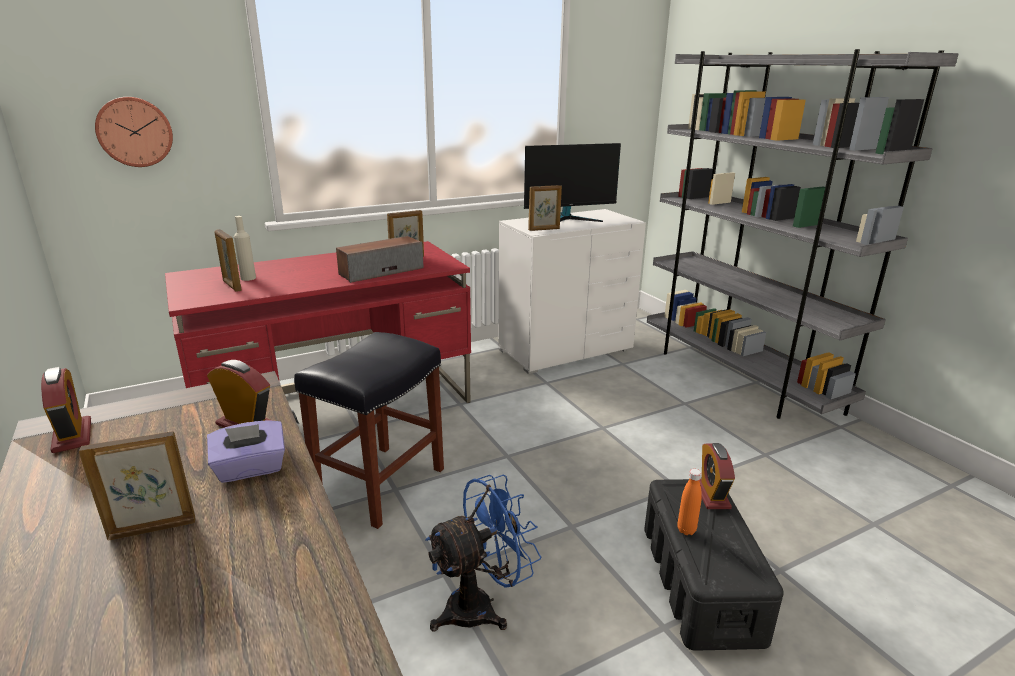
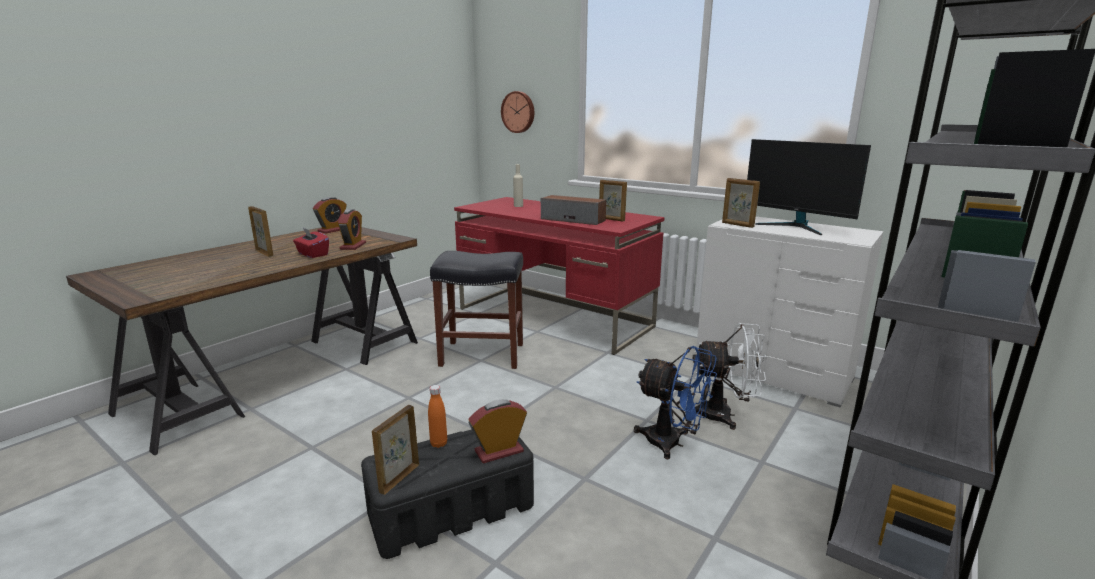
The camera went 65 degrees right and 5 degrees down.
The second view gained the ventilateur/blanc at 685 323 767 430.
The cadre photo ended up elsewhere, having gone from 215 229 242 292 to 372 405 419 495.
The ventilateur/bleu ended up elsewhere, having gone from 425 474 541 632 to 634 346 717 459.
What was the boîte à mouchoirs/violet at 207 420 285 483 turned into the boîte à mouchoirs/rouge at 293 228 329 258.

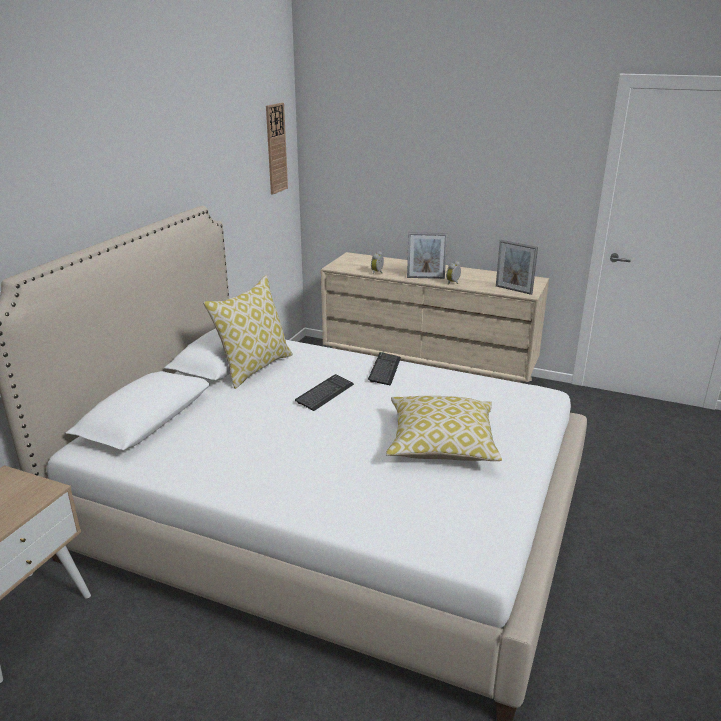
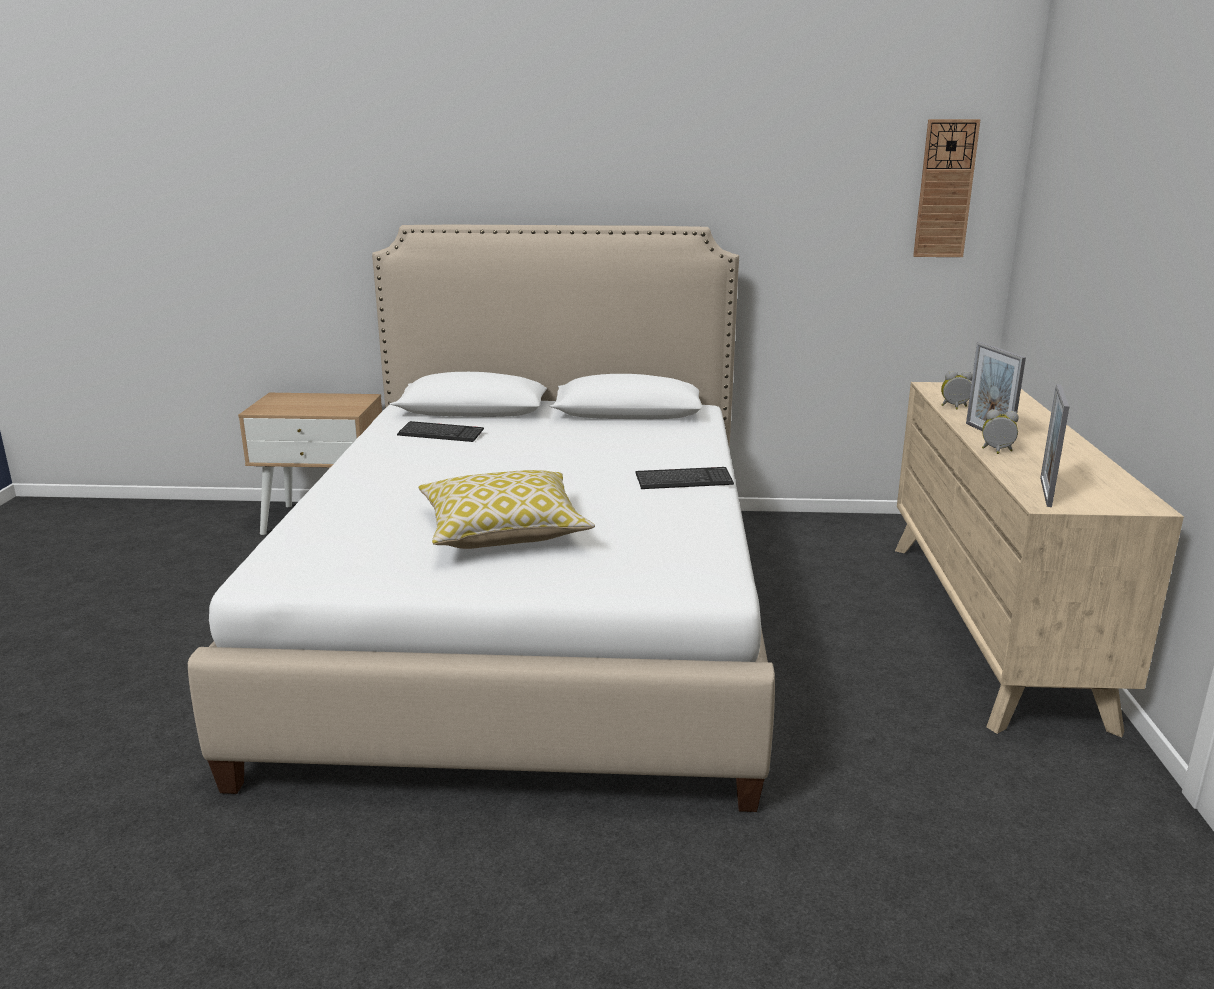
The camera went 70 degrees right and 5 degrees down.
The second view lost the coussin at 203 275 293 389.
The clavier ended up elsewhere, having gone from 295 374 354 411 to 397 421 484 442.

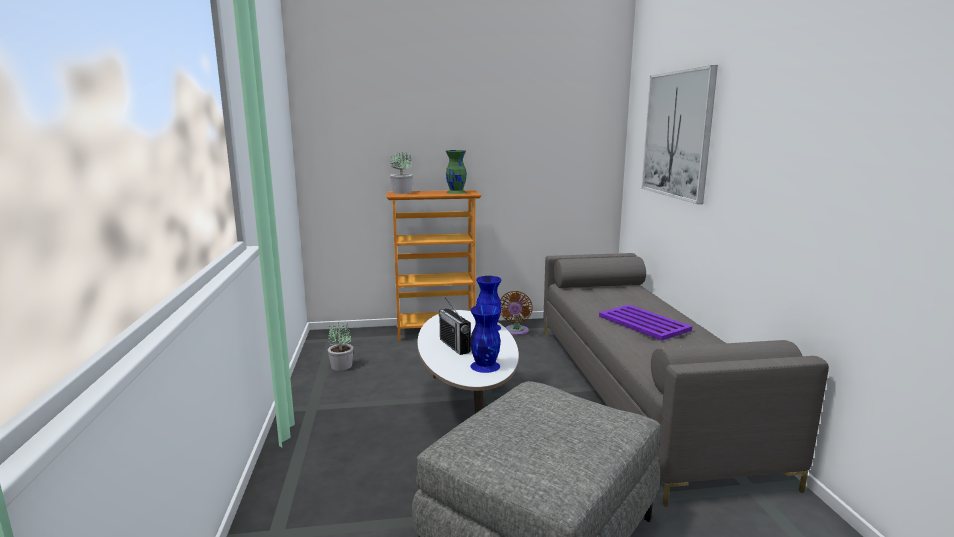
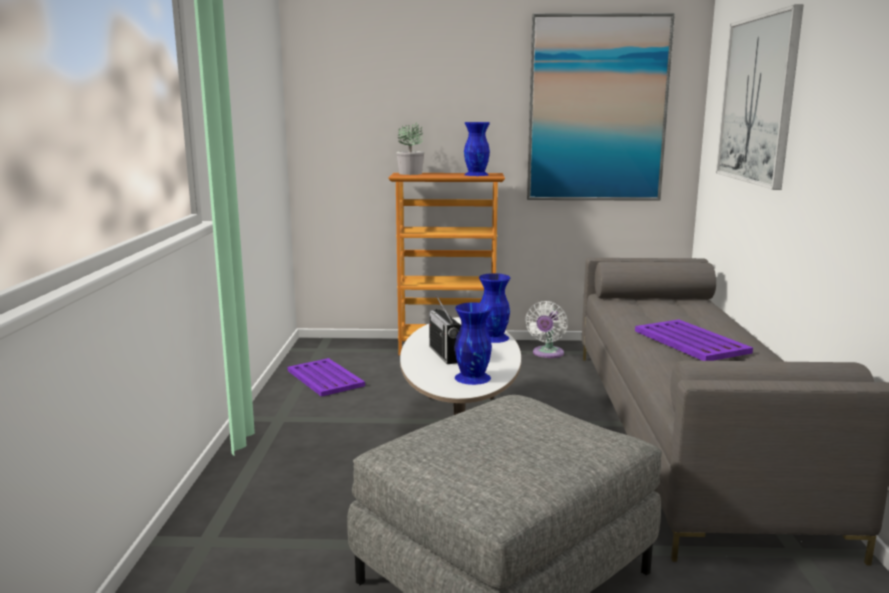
The camera went 10 degrees right and 0 degrees up.
The second view gained the tableau at 527 13 675 201.
Where the plante en pot stood at 328 322 353 371, the plateau/violet came to stand at 288 358 365 397.
What was the vase/vert at 446 150 467 194 turned into the vase/bleu at 464 122 490 176.
What was the ventilateur/marron at 501 291 533 335 turned into the ventilateur/blanc at 525 301 568 358.

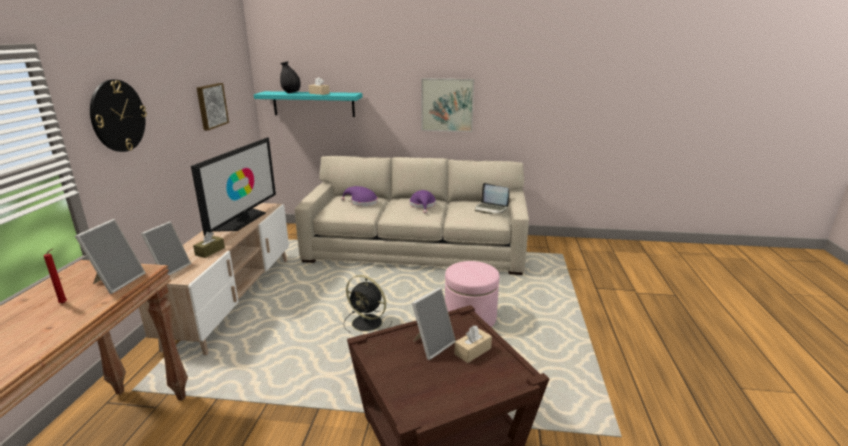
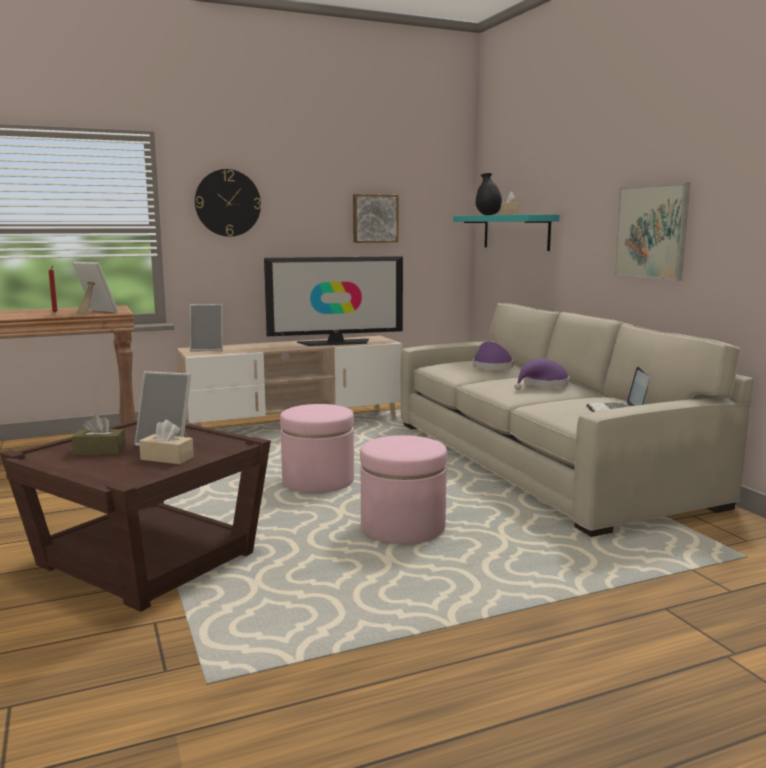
The camera went 60 degrees right and 10 degrees down.
The boîte à mouchoirs/marron ended up elsewhere, having gone from 193 232 225 258 to 72 415 126 455.
Where the ventilateur/noir stood at 343 275 392 333, the pouf/rose came to stand at 280 404 354 493.
The cadre photo at 75 219 146 294 ended up facing another way, 135 degrees counterclockwise from before.

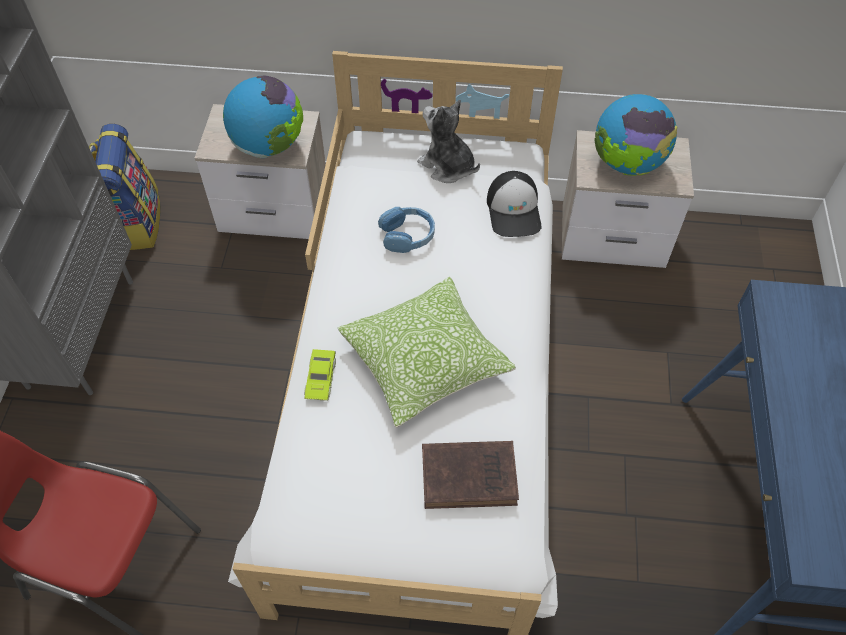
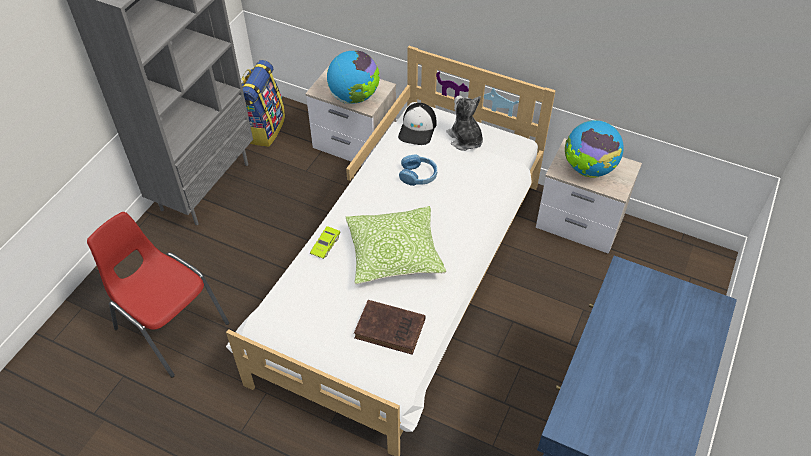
The camera went 20 degrees right and 5 degrees down.
The casquette ended up elsewhere, having gone from 487 171 542 237 to 398 103 437 145.

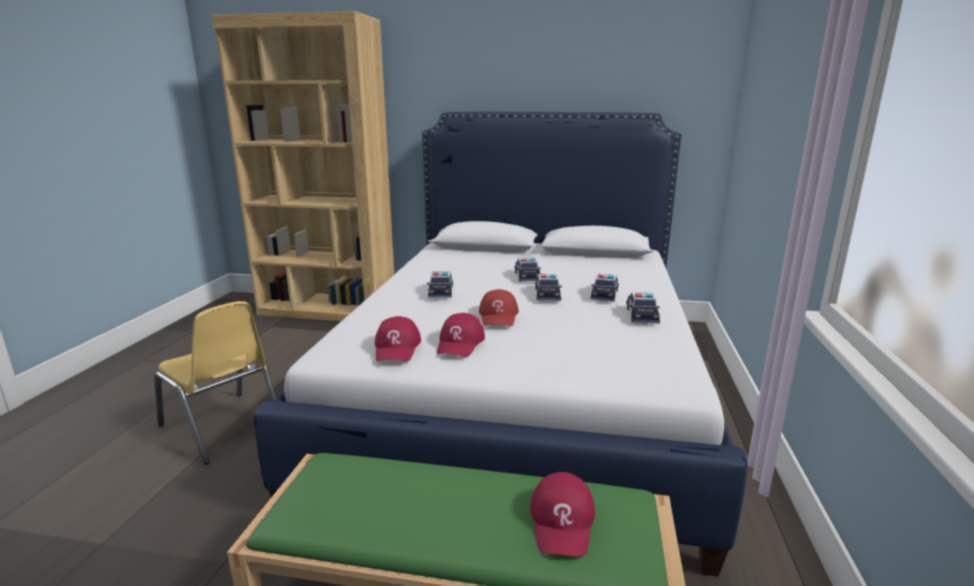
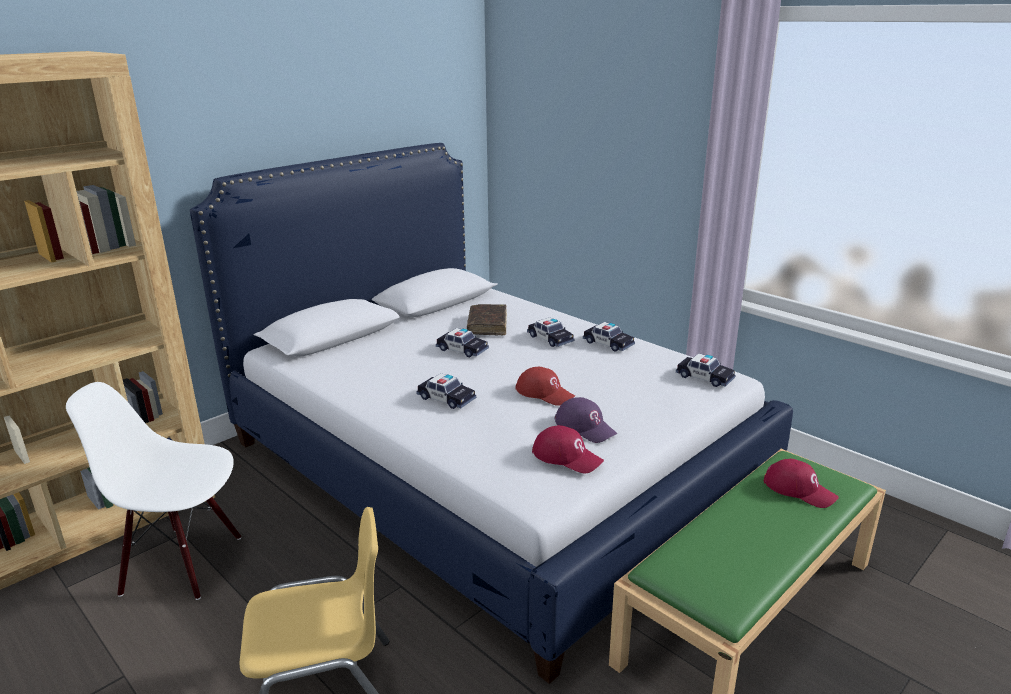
The camera went 55 degrees left and 5 degrees up.
The second view gained the chaise/blanc at 66 382 241 600.
The second view gained the livre/marron at 467 304 507 335.
The petite voiture ended up elsewhere, having gone from 535 274 562 301 to 676 353 735 387.
What was the casquette/rouge at 437 313 485 357 turned into the casquette/violet at 554 397 617 443.

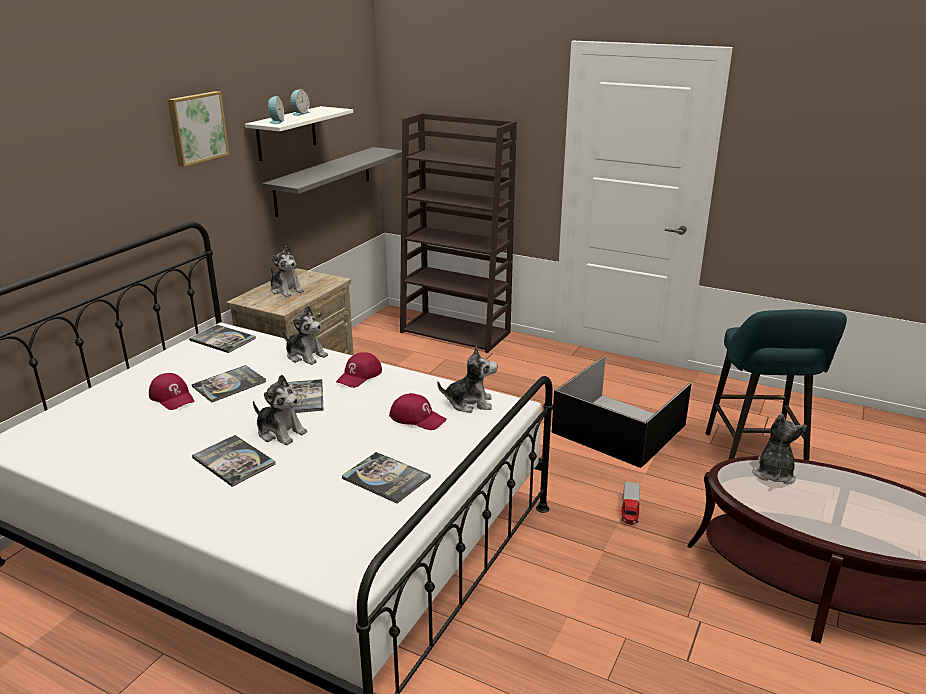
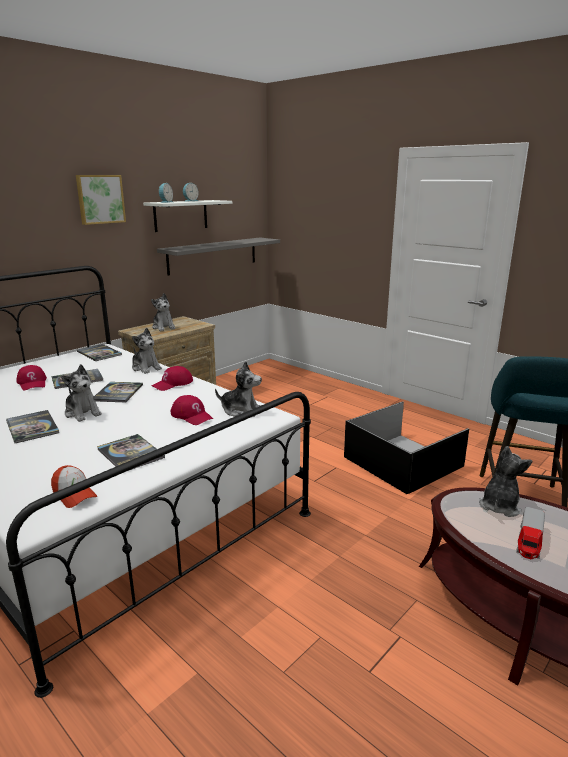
The camera went 15 degrees right and 5 degrees down.
The second view lost the bibliothèque/marron at 400 113 517 353.
The second view gained the casquette at 51 465 97 508.
The camion jouet ended up elsewhere, having gone from 621 482 640 525 to 516 507 545 559.

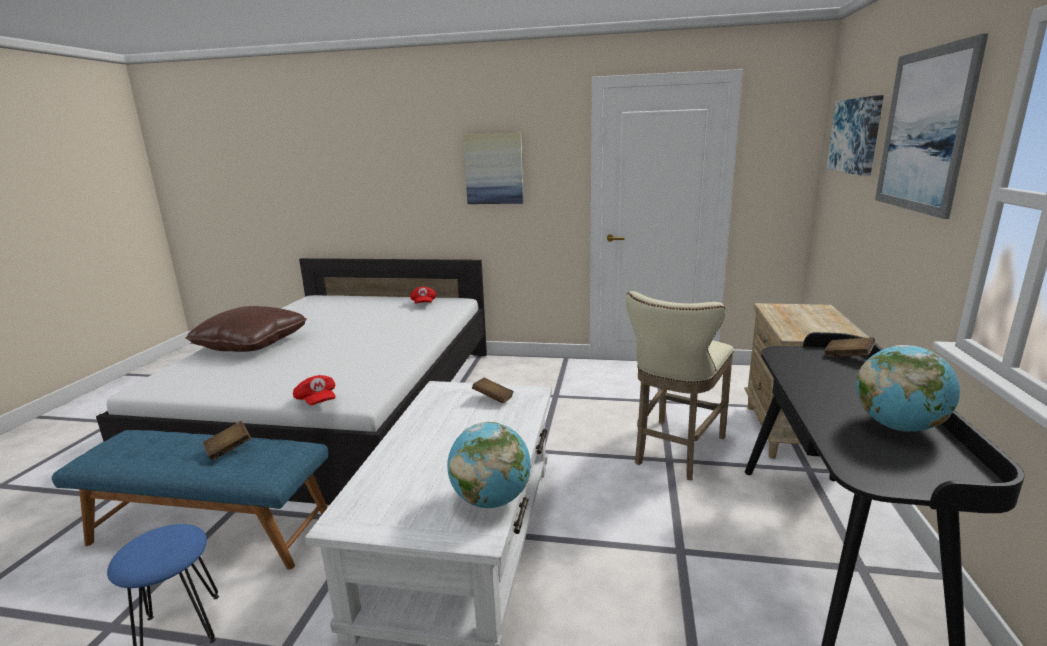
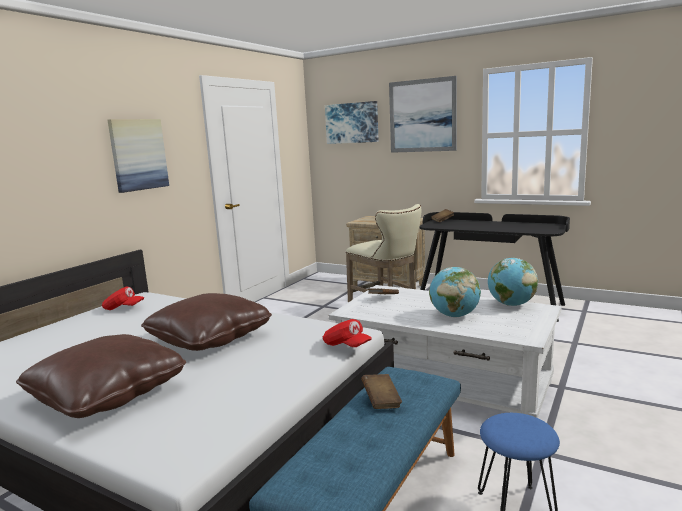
The camera went 70 degrees left and 5 degrees down.
The second view gained the coussin/marron at 141 293 272 351.
The globe ended up elsewhere, having gone from 856 345 960 432 to 429 267 481 317.
The casquette/rouge at 293 375 336 405 ended up facing another way, 60 degrees clockwise from before.

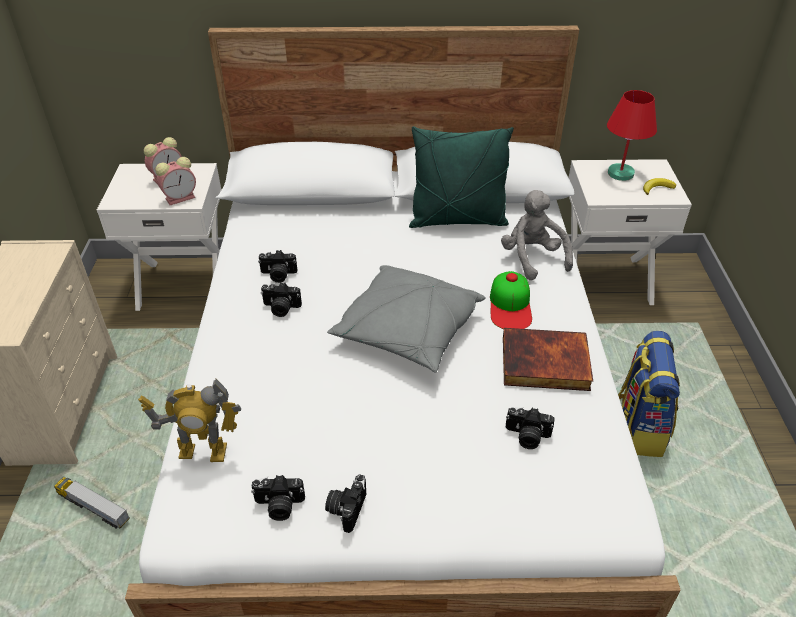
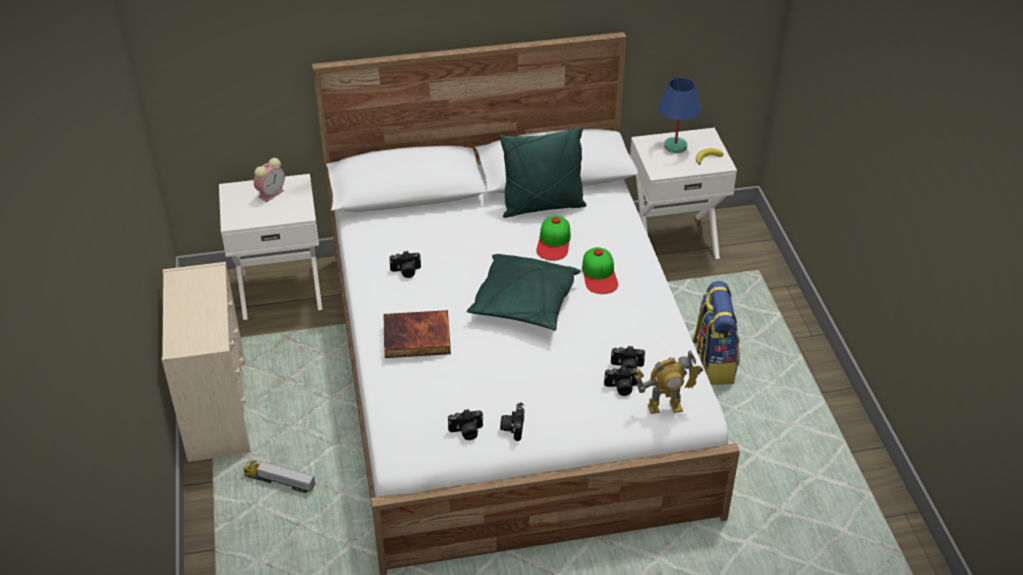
The camera went 10 degrees left and 0 degrees up.
The second view lost the réveil at 155 157 196 205.
The second view lost the peluche/gris at 501 190 573 281.
The second view gained the casquette at 536 216 571 261.
The robot jouet ended up elsewhere, having gone from 138 379 241 462 to 634 350 703 414.
The appareil photo ended up elsewhere, having gone from 261 282 302 317 to 604 366 638 396.
The livre ended up elsewhere, having gone from 503 328 593 391 to 384 310 451 358.
What was the coussin/gris at 327 265 486 372 turned into the coussin/vert at 467 254 581 331.
What was the lampe de table/rouge at 607 90 657 181 turned into the lampe de table/bleu at 658 78 701 153.

